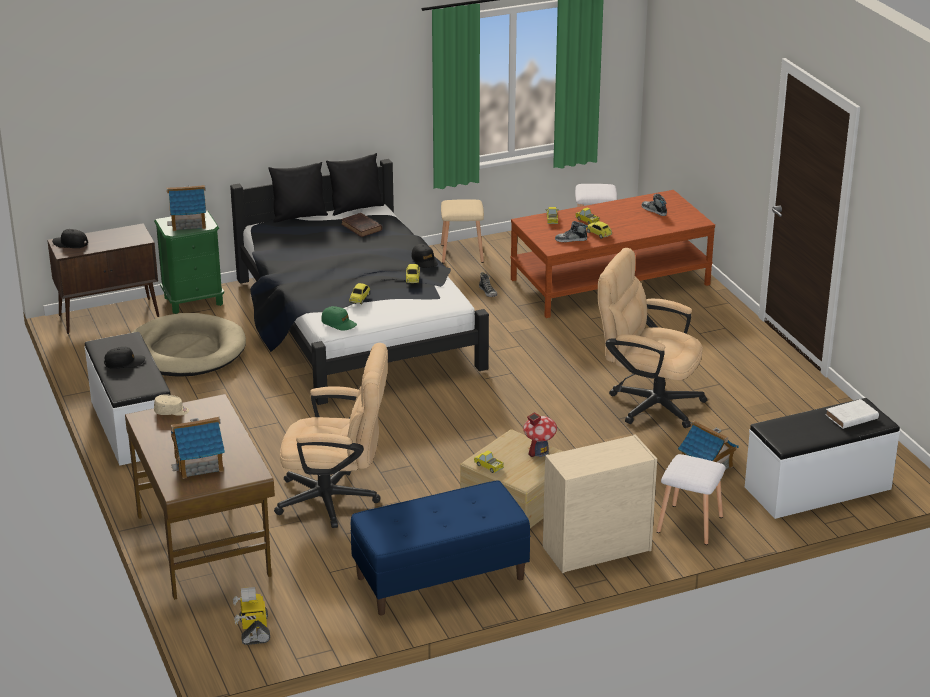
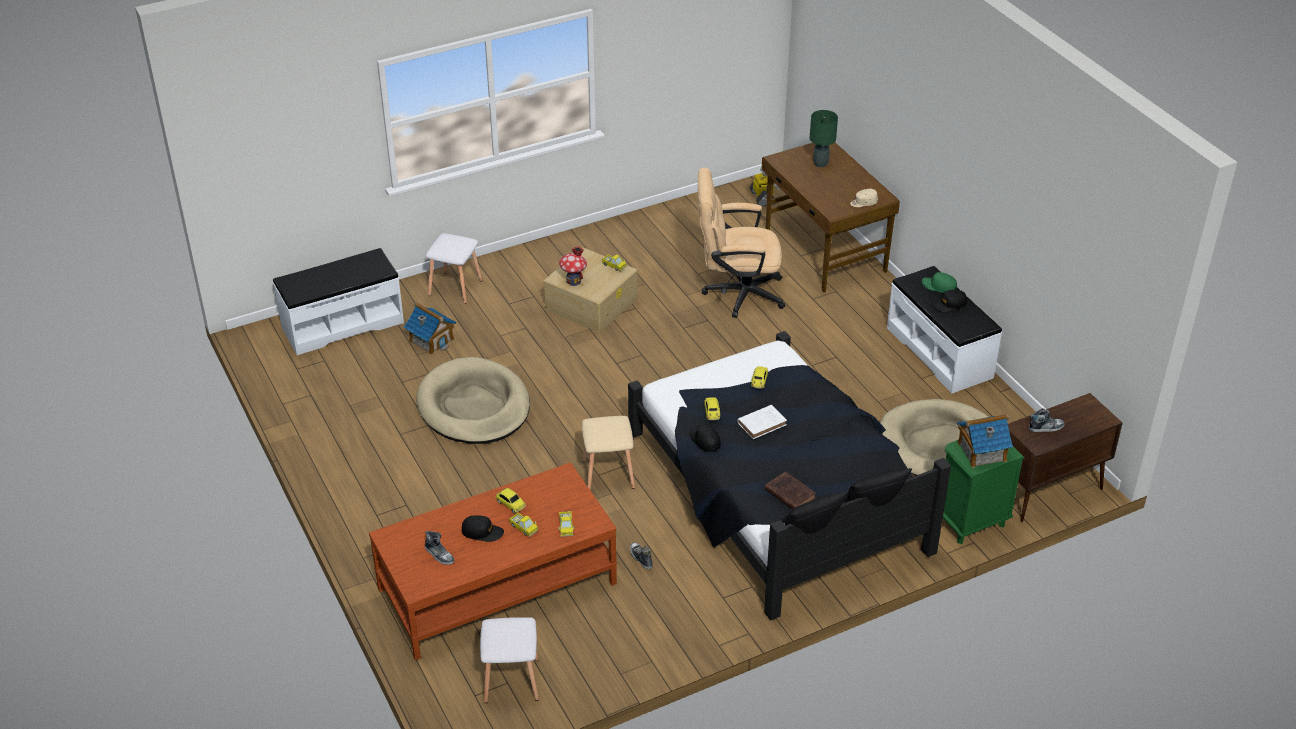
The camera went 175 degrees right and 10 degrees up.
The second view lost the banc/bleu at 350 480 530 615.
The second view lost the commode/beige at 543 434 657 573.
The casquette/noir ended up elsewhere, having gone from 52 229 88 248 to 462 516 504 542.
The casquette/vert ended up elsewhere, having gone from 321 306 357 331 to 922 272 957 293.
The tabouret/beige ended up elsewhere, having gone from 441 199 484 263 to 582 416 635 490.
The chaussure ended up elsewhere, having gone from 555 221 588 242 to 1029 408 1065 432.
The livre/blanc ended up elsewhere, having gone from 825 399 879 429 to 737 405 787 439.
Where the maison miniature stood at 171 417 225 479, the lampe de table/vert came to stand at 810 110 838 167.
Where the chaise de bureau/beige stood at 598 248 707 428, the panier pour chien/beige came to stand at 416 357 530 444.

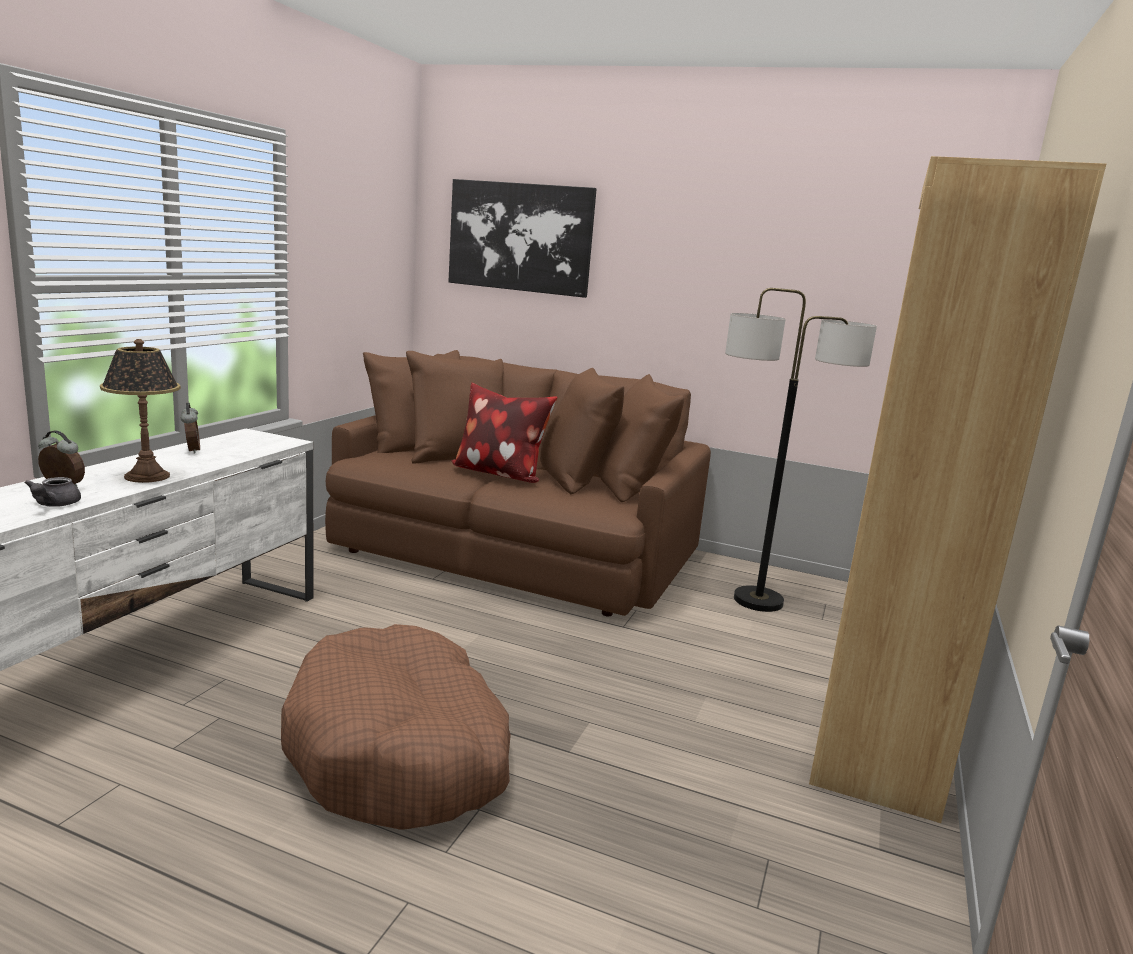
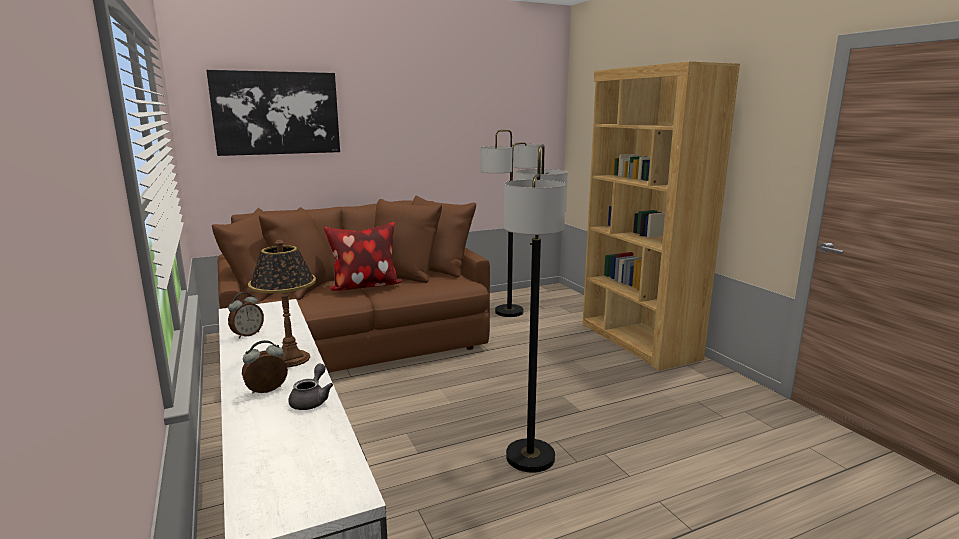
The camera went 45 degrees left and 0 degrees up.
Where the panier pour chien/marron stood at 281 624 511 830, the lampadaire came to stand at 504 144 568 473.
The théière/gris at 24 477 81 507 ended up facing another way, 120 degrees counterclockwise from before.
The réveil at 181 403 200 454 ended up facing another way, 105 degrees clockwise from before.

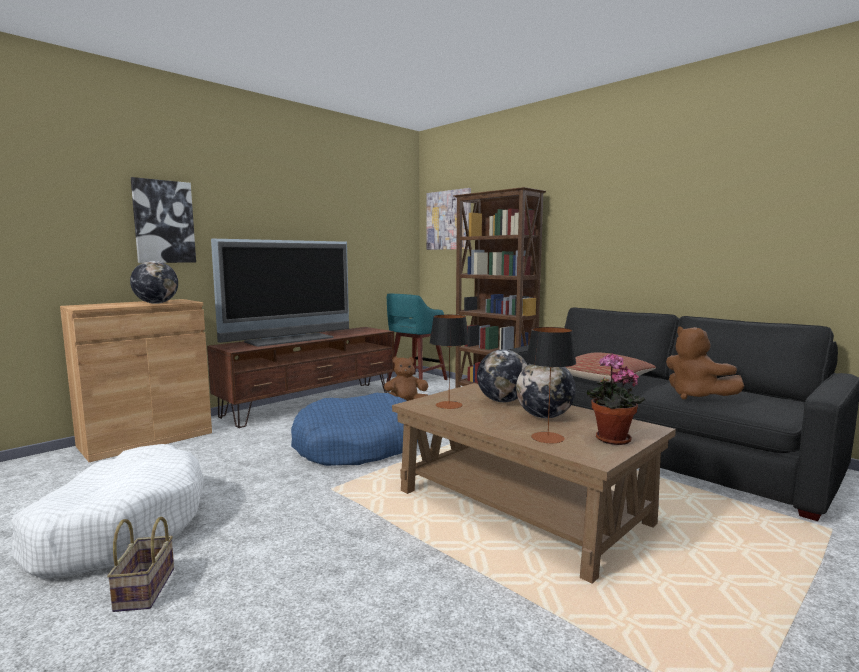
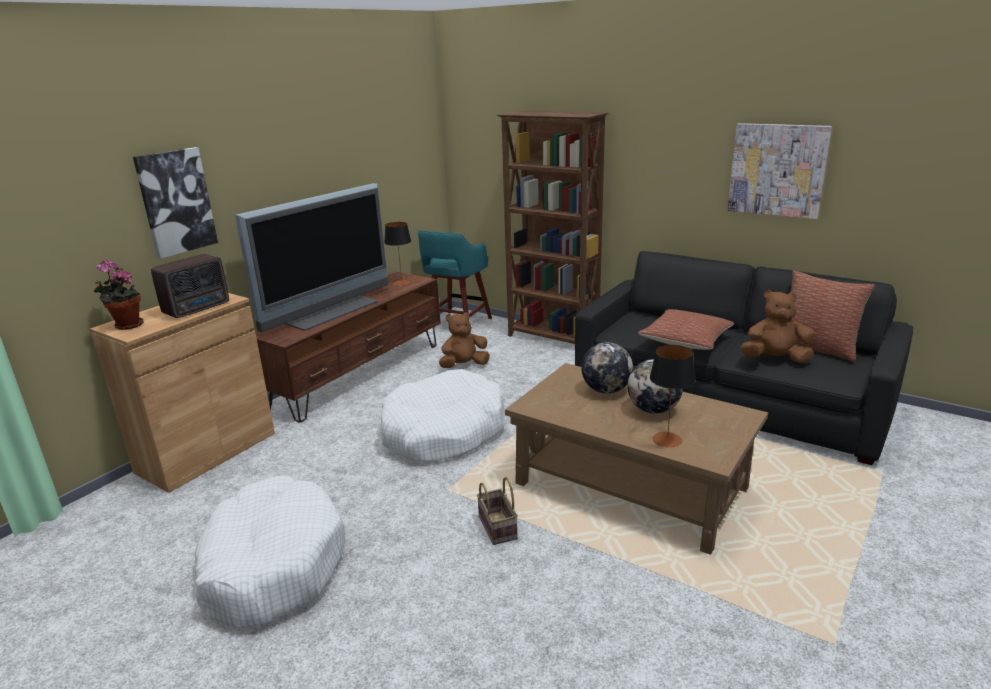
The camera went 10 degrees left and 15 degrees up.
The second view gained the coussin at 790 271 875 362.
The panier ended up elsewhere, having gone from 107 517 174 612 to 477 477 518 545.
The tableau ended up elsewhere, having gone from 427 188 471 250 to 728 123 832 219.
The lampe de table ended up elsewhere, having gone from 429 315 470 409 to 384 222 411 286.
The plante en pot ended up elsewhere, having gone from 587 353 645 445 to 93 260 144 330.
Where the globe stood at 130 261 178 304, the radio came to stand at 151 254 229 318.
What was the panier pour chien/bleu at 291 393 418 466 turned into the panier pour chien/blanc at 381 369 505 463.
The peluche/marron at 666 326 744 399 ended up facing another way, 135 degrees clockwise from before.

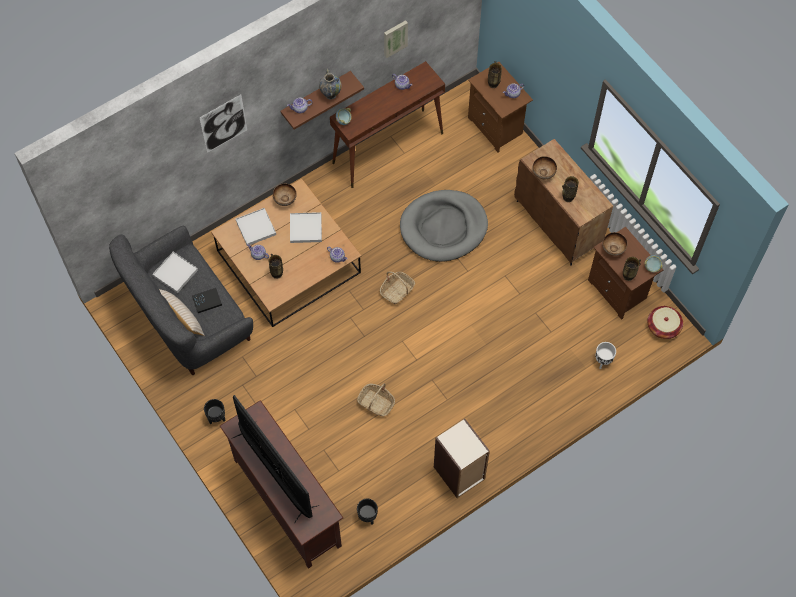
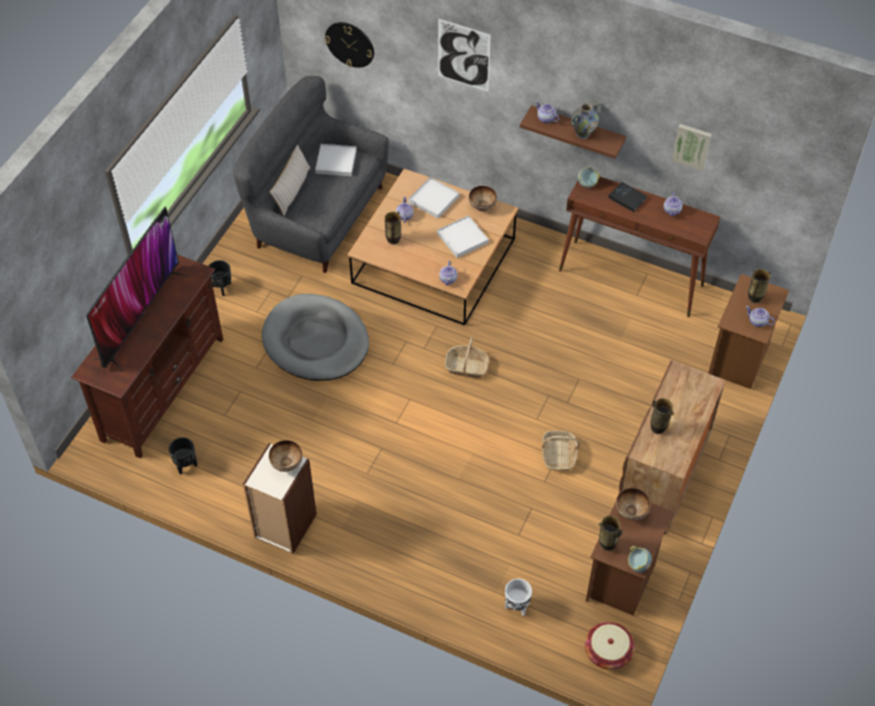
The camera went 60 degrees right and 10 degrees down.
The second view gained the horloge murale at 325 22 374 68.
The livre/noir ended up elsewhere, having gone from 192 288 222 313 to 608 182 647 212.
The panier ended up elsewhere, having gone from 357 383 395 416 to 542 431 580 471.
The panier pour chien/gris ended up elsewhere, having gone from 400 190 488 262 to 262 294 369 381.
The bol ended up elsewhere, having gone from 532 156 557 179 to 269 440 302 472.

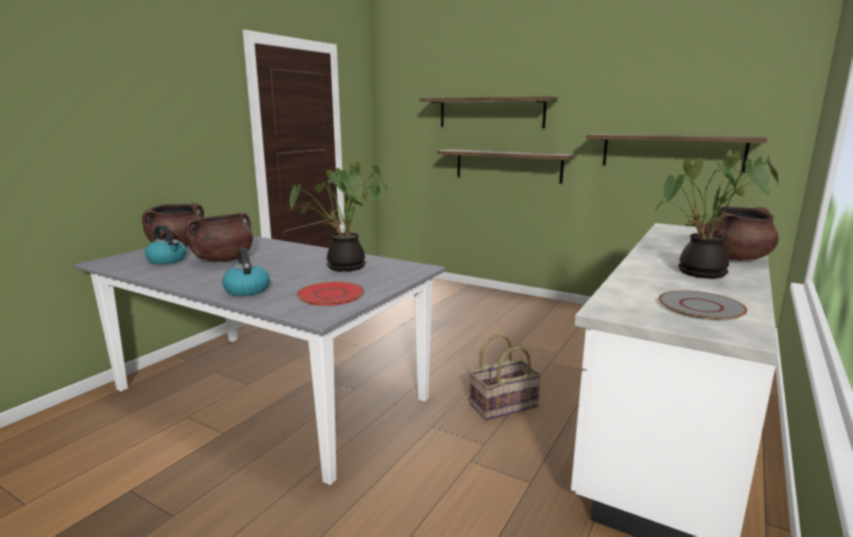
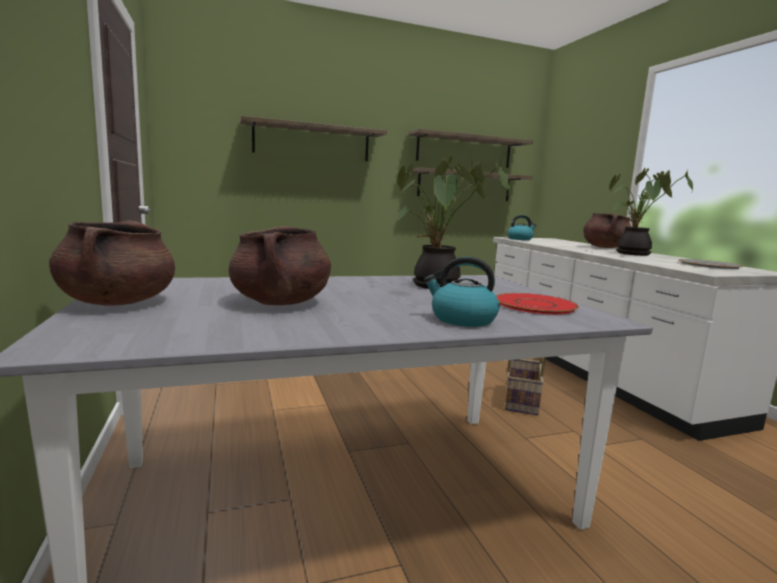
The camera went 50 degrees left and 5 degrees down.
The bouilloire ended up elsewhere, having gone from 145 225 187 264 to 507 215 537 240.
The étagère ended up elsewhere, having gone from 437 149 575 183 to 408 129 533 168.

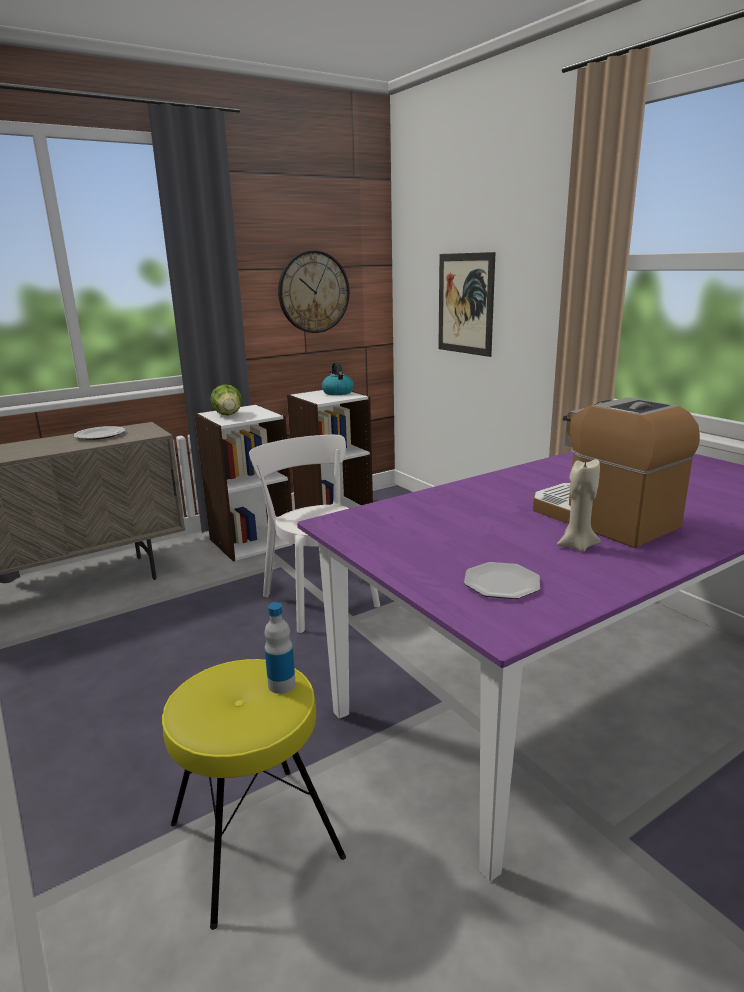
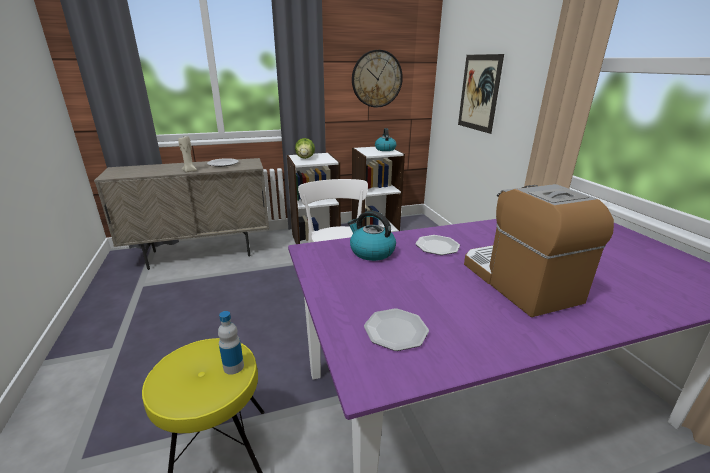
The camera went 15 degrees right and 5 degrees up.
The second view gained the bouilloire at 348 211 396 261.
The second view gained the assiette at 415 235 460 255.
The bougie/beige ended up elsewhere, having gone from 557 459 601 552 to 178 136 197 173.

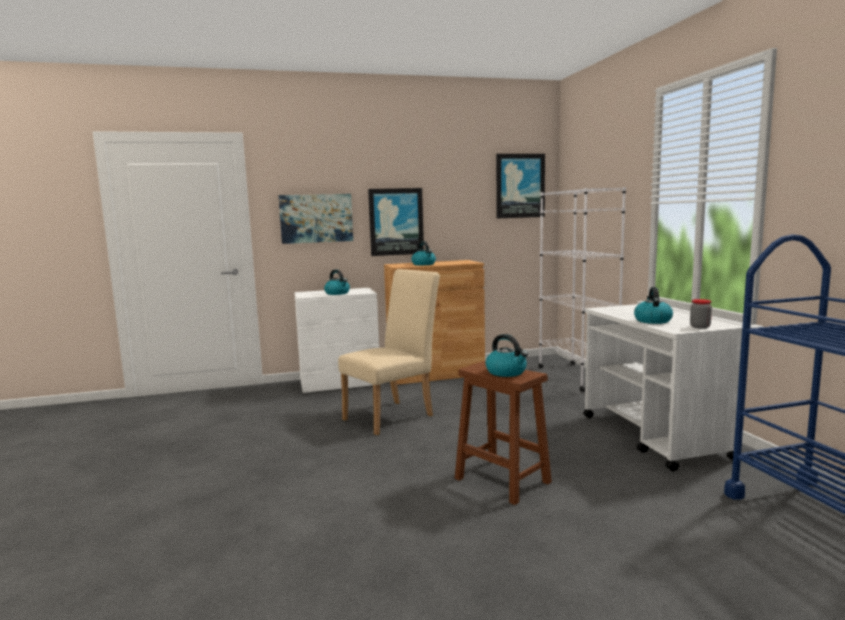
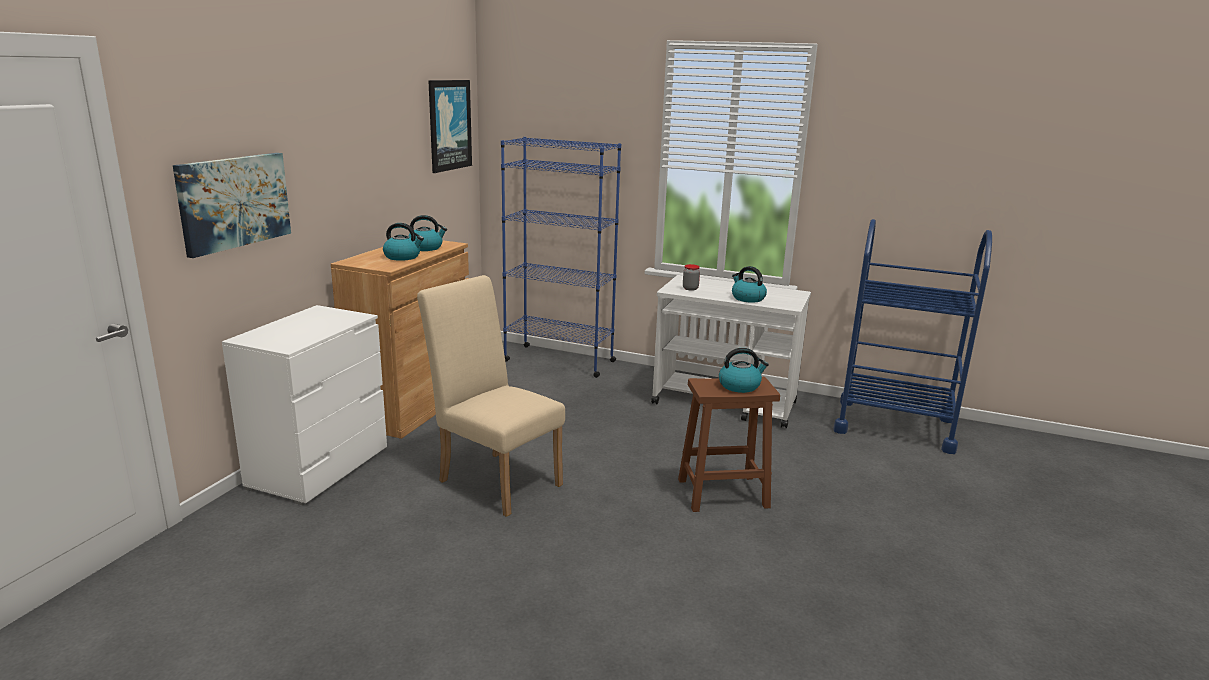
The camera went 55 degrees left and 10 degrees up.
The second view lost the tableau at 368 188 424 256.
The bouilloire ended up elsewhere, having gone from 324 269 350 295 to 408 215 447 251.
The bocal ended up elsewhere, having gone from 690 299 712 329 to 683 264 700 291.
What was the bibliothèque/blanc at 539 187 626 392 turned into the bibliothèque/bleu at 501 137 621 378.
The chaise/beige at 338 269 440 435 ended up facing another way, 45 degrees counterclockwise from before.

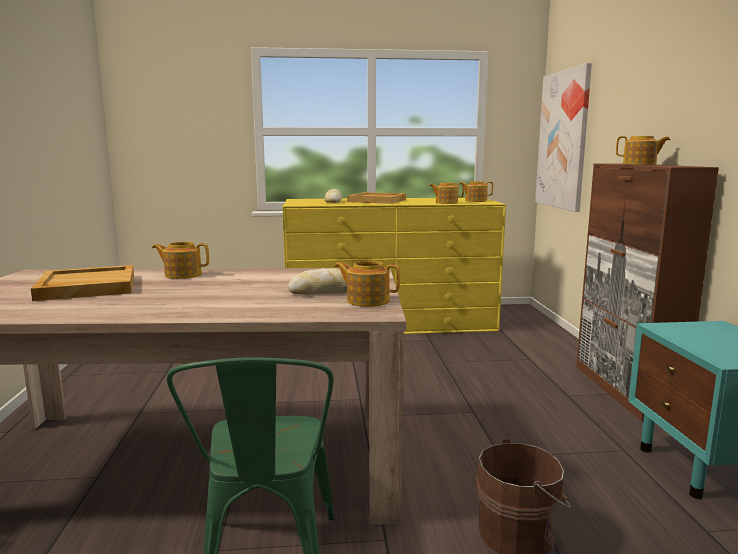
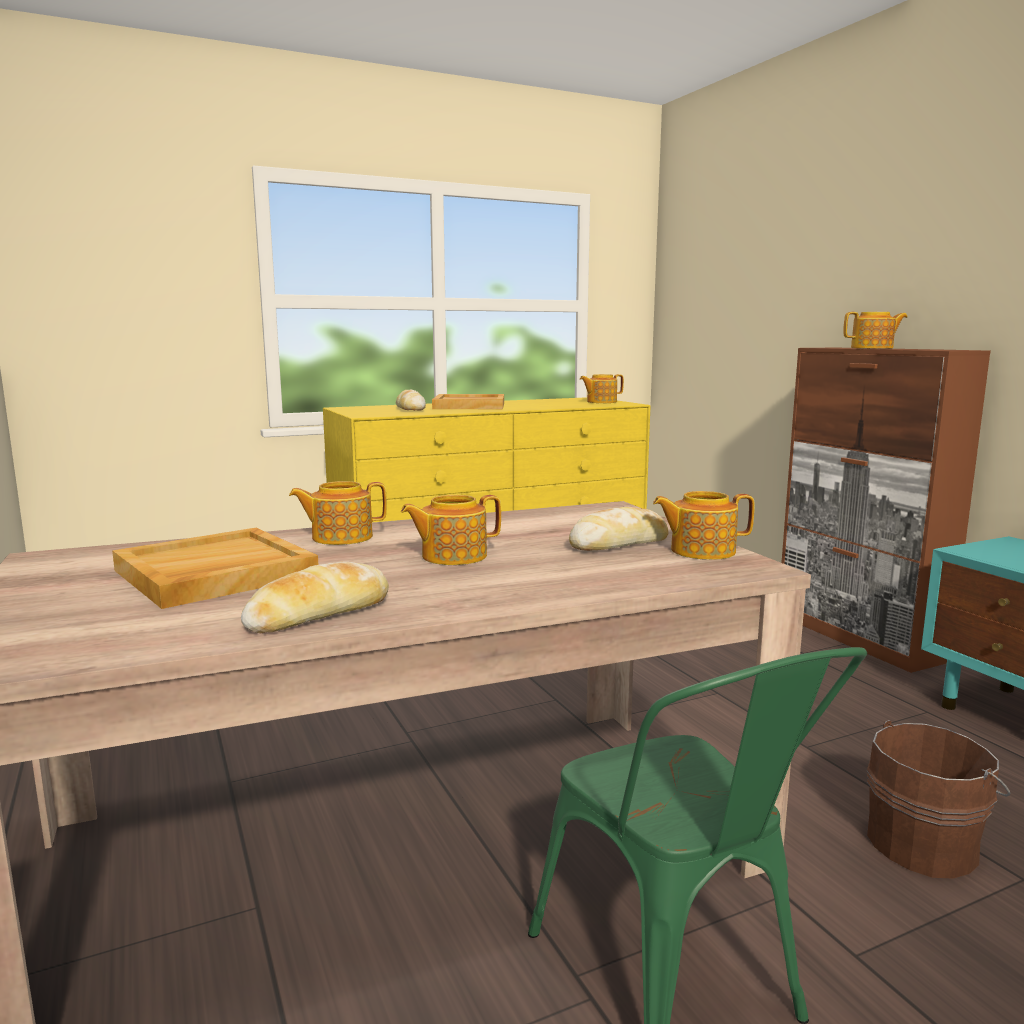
The camera went 20 degrees left and 0 degrees up.
The second view lost the tableau at 535 63 592 212.
The second view gained the pain at 241 562 389 633.
The théière ended up elsewhere, having gone from 429 182 464 204 to 401 495 501 565.

